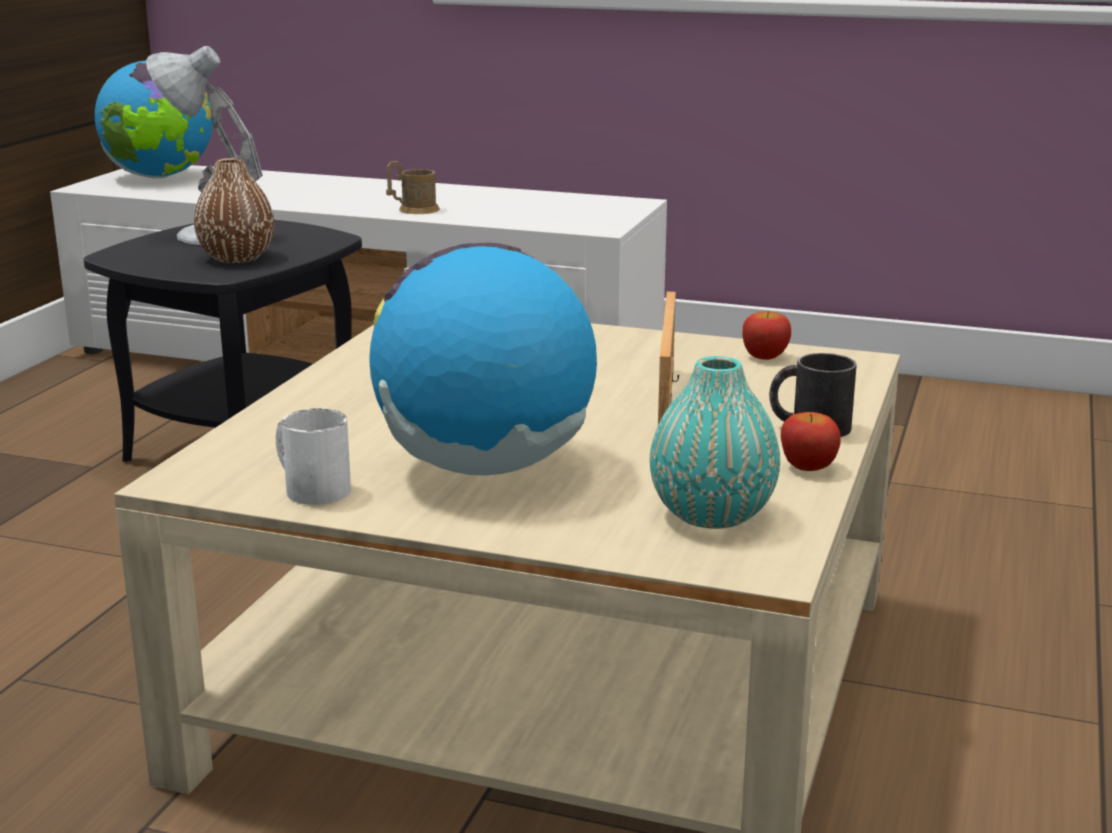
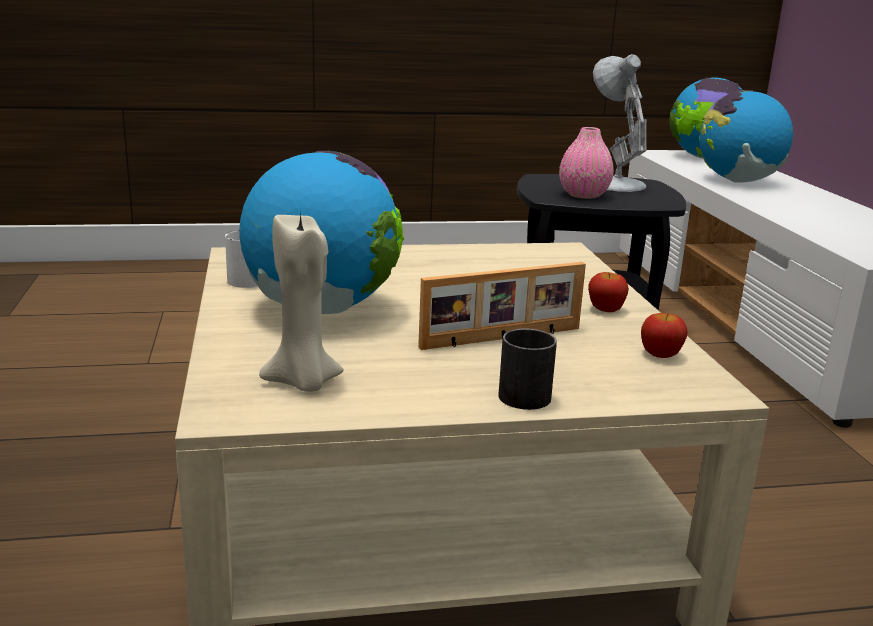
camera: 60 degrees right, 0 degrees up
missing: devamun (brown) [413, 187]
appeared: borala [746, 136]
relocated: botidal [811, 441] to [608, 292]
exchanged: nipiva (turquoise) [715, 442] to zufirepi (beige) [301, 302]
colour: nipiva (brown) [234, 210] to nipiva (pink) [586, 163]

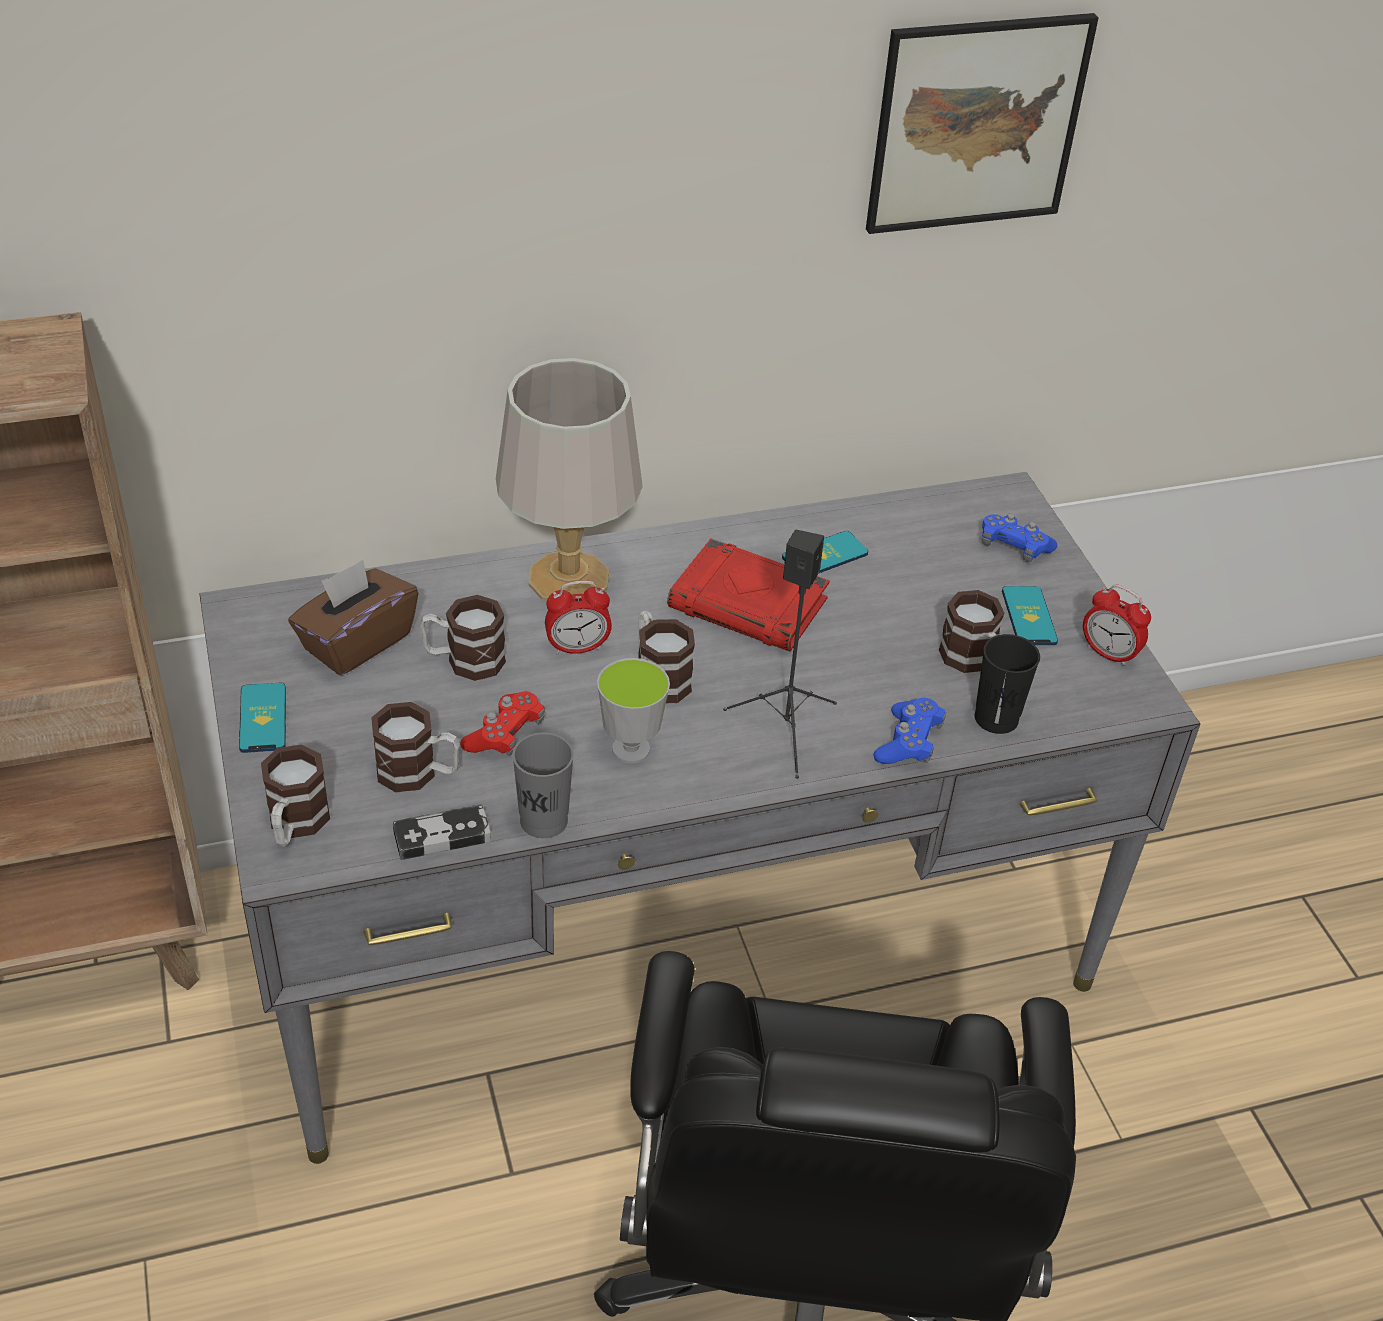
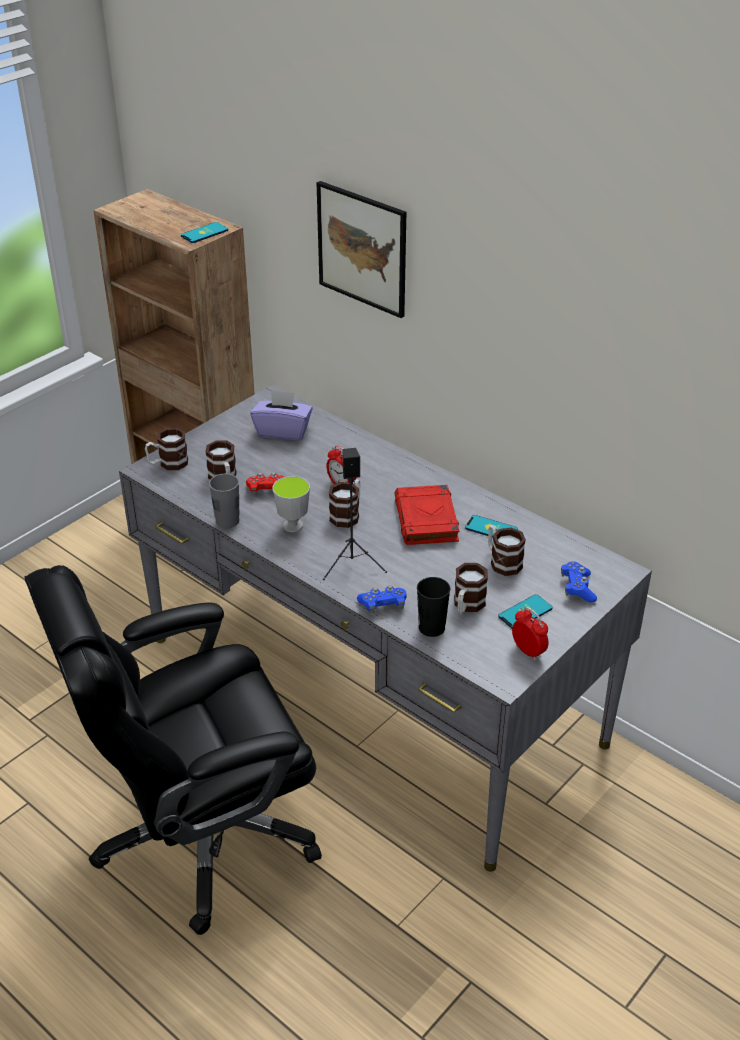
camera: 60 degrees right, 5 degrees down
missing: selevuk [442, 832]; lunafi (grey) [569, 479]
relocated: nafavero [262, 718] to [204, 232]; devamun [463, 638] to [507, 550]; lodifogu [982, 123] to [361, 249]
colour: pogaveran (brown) [353, 617] to pogaveran (purple) [281, 415]
spun: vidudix [1117, 625] = [530, 634] 135 degrees clockwise

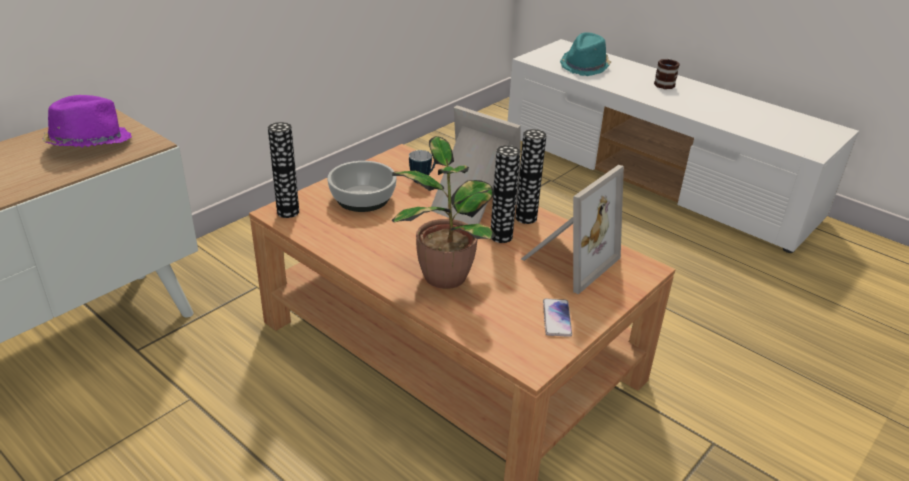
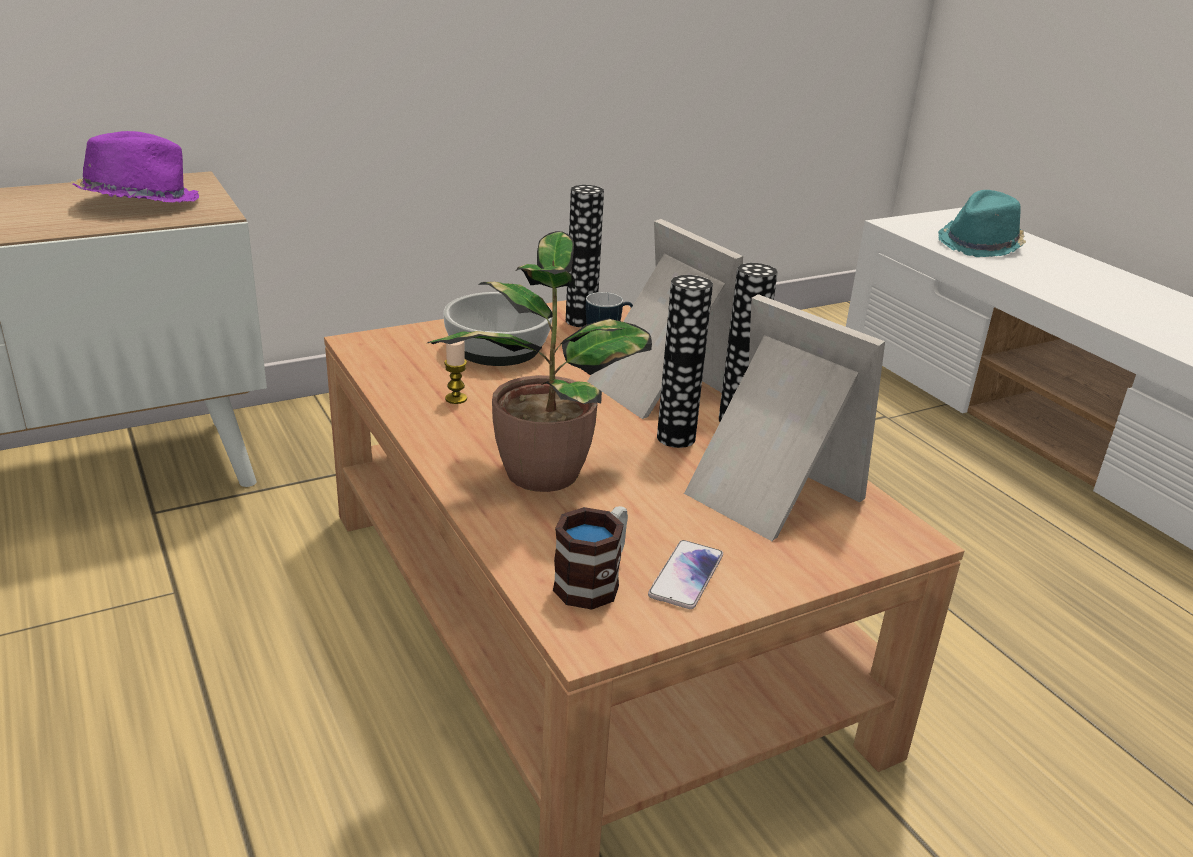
camera: 20 degrees right, 5 degrees down
appeared: zufirepi [455, 372]
relocated: nipiva [283, 170] to [585, 256]; devamun [667, 74] to [590, 558]
spun: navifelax [572, 229] = [784, 417] 105 degrees counterclockwise

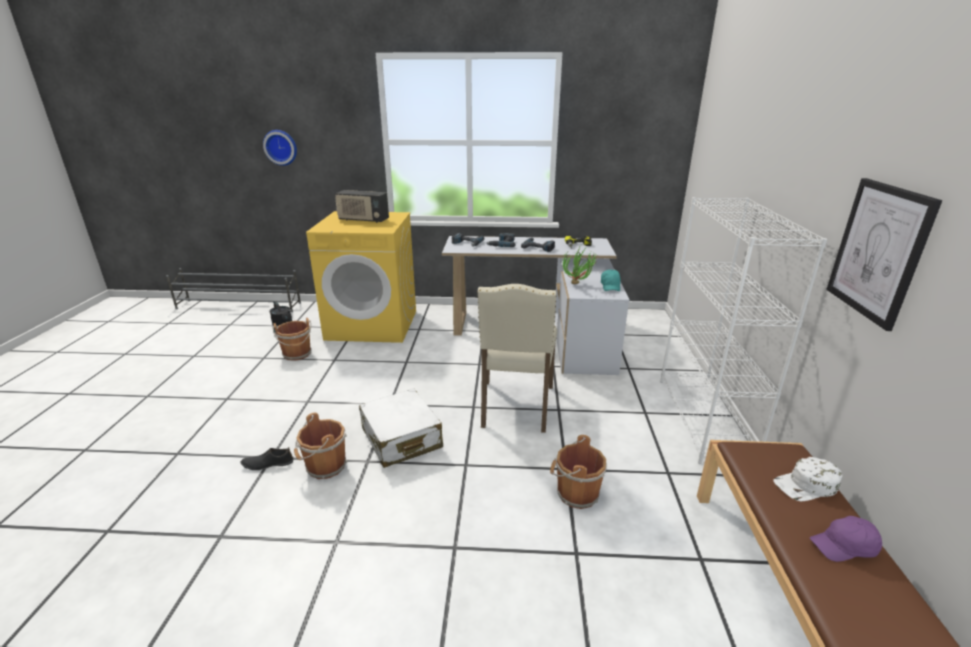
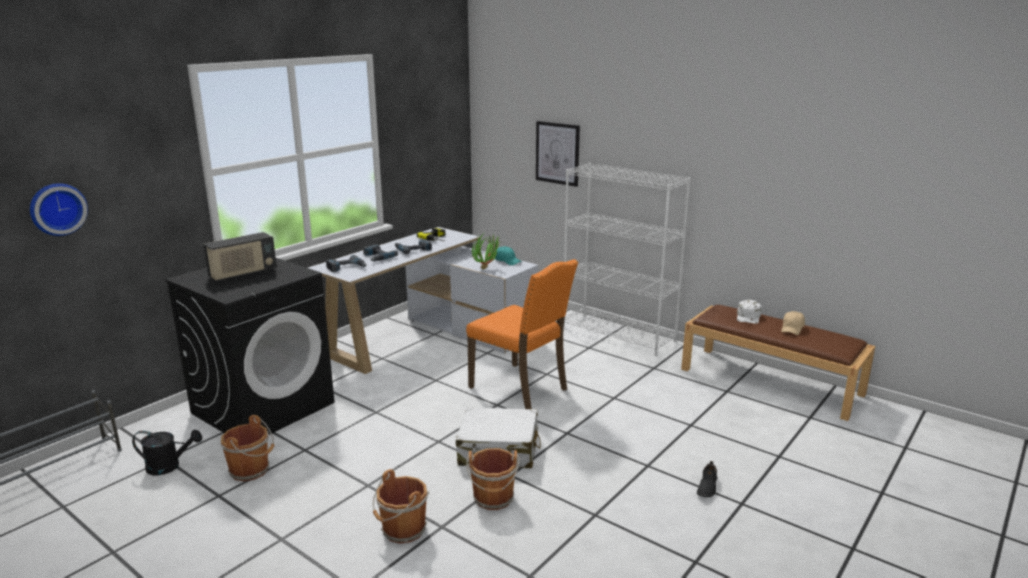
camera: 55 degrees left, 5 degrees down
relocated: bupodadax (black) [267, 458] to [707, 479]; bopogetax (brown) [578, 472] to [401, 506]; lodifogu [884, 254] to [558, 154]
colour: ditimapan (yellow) [361, 277] to ditimapan (black) [250, 346]; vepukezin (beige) [517, 358] to vepukezin (orange) [522, 334]; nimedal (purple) [846, 539] to nimedal (beige) [793, 323]

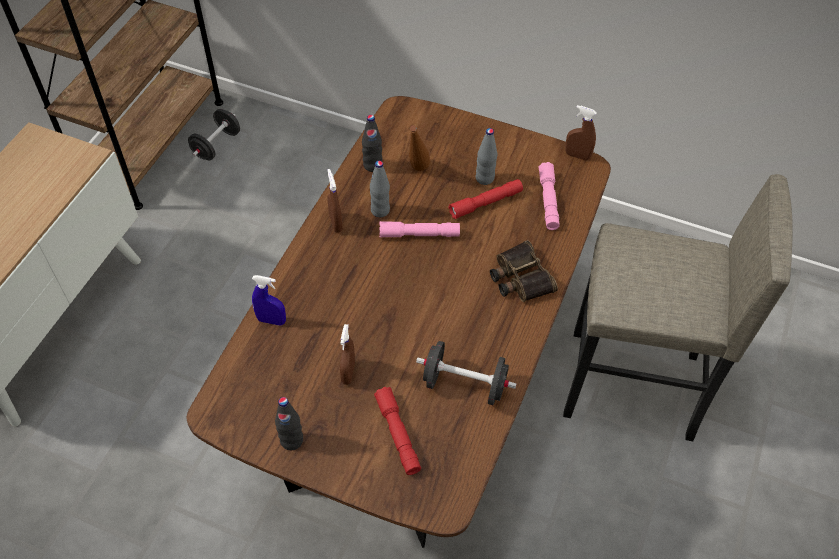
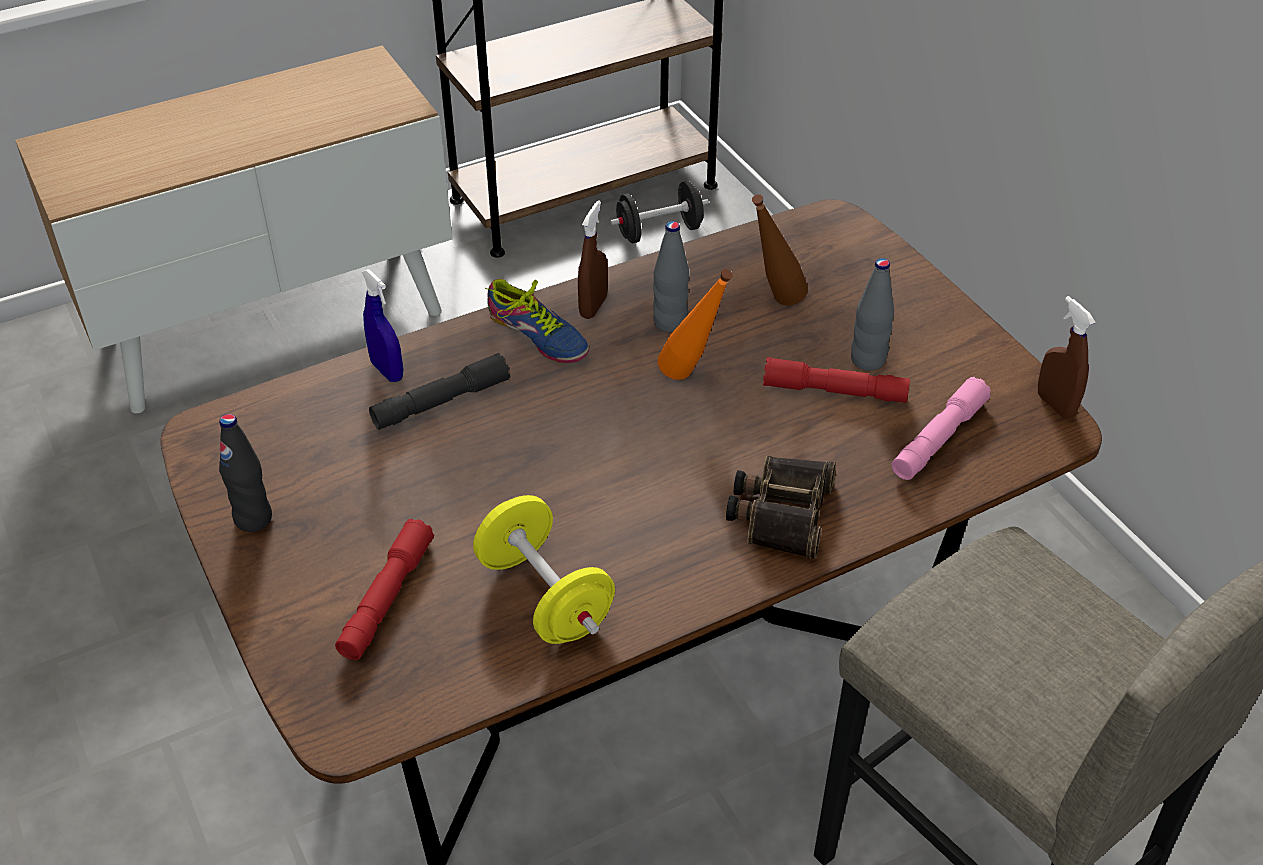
camera: 40 degrees right, 10 degrees down
missing: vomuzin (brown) [347, 354]; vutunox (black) [372, 143]
appeared: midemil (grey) [439, 391]; bupodadax [537, 321]
exchanged: midemil (pink) [419, 229] to vutunox (orange) [695, 324]
colour: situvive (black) [466, 373] to situvive (yellow) [544, 569]

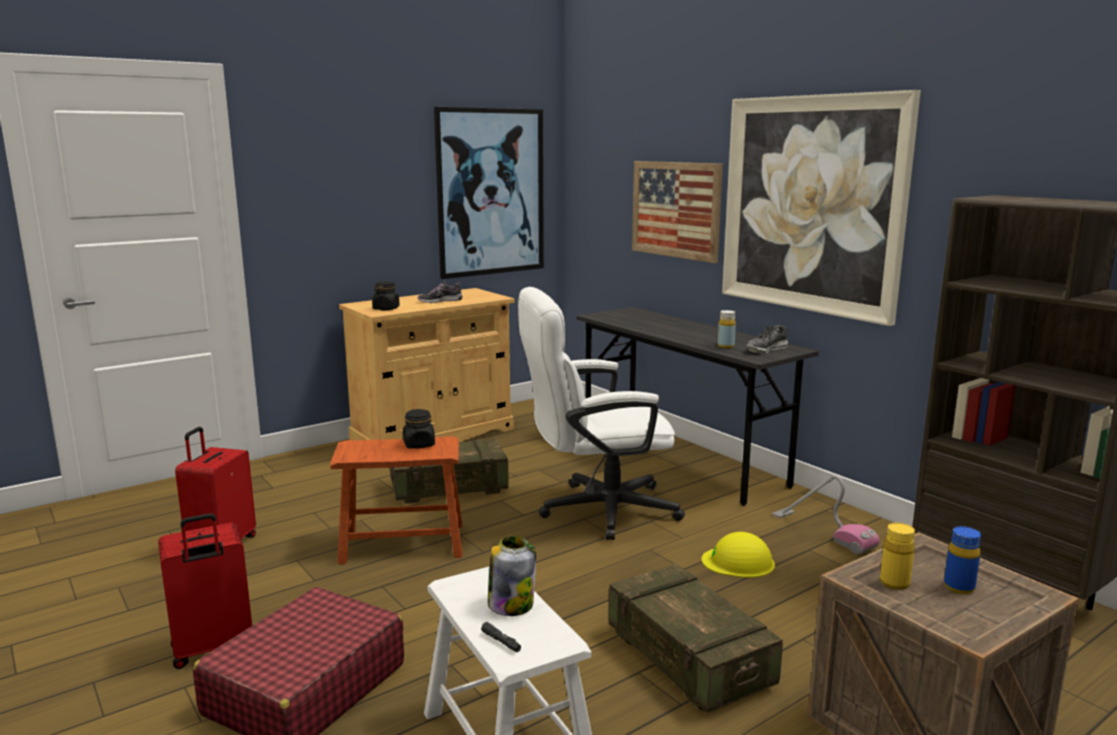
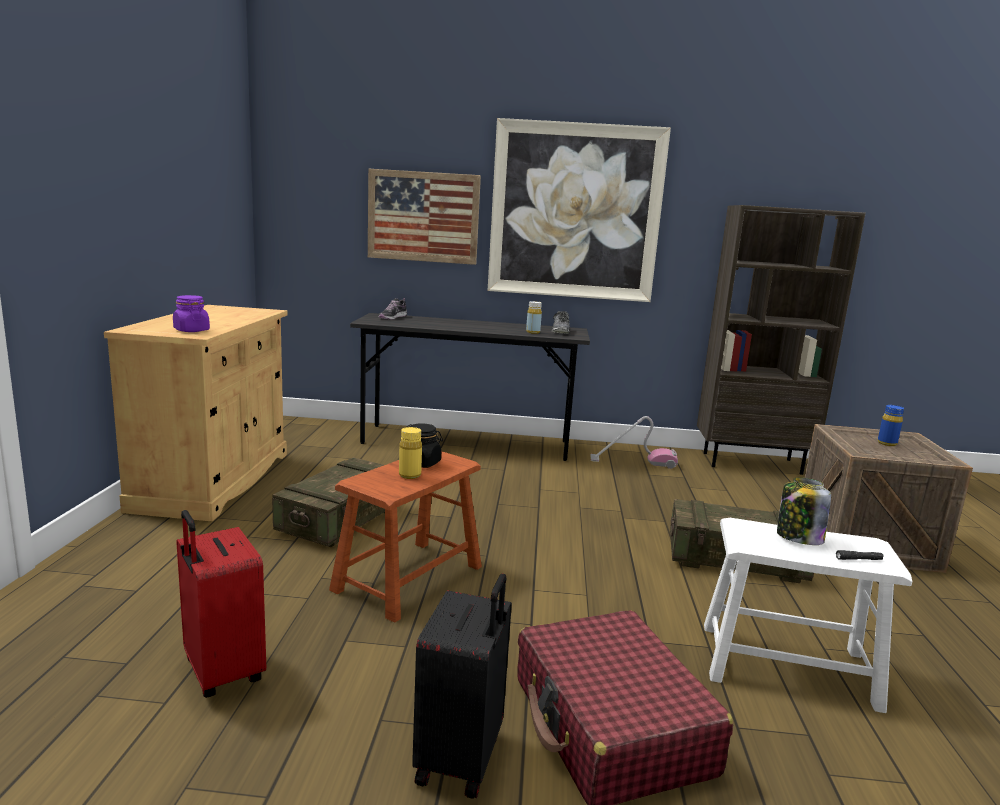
camera: 50 degrees left, 0 degrees up
missing: lodifogu [489, 193]; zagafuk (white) [601, 413]; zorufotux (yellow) [738, 555]
relocated: bupodadax [440, 292] to [393, 309]; vutunox (yellow) [897, 556] to [410, 453]
colour: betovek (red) [205, 591] to betovek (black) [462, 686]; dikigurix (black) [386, 295] to dikigurix (purple) [191, 313]

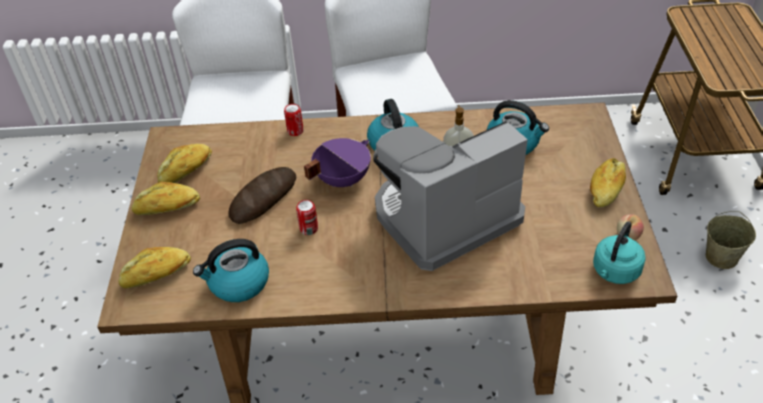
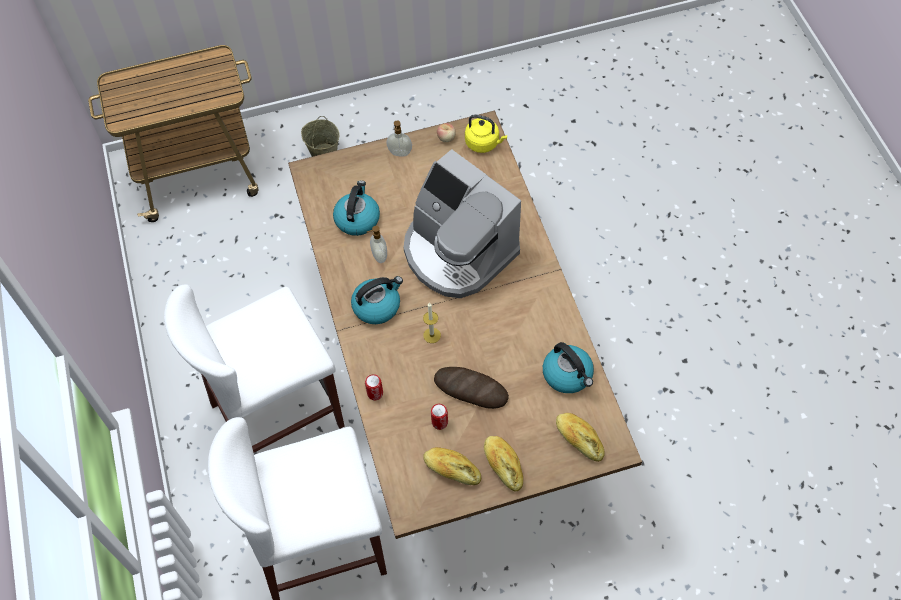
camera: 105 degrees left, 15 degrees up
relocated: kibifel [307, 217] to [439, 417]
exchanged: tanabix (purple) [337, 162] to zufirepi [432, 322]; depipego [608, 182] to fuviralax [399, 139]
colour: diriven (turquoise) [619, 252] to diriven (yellow) [486, 134]

